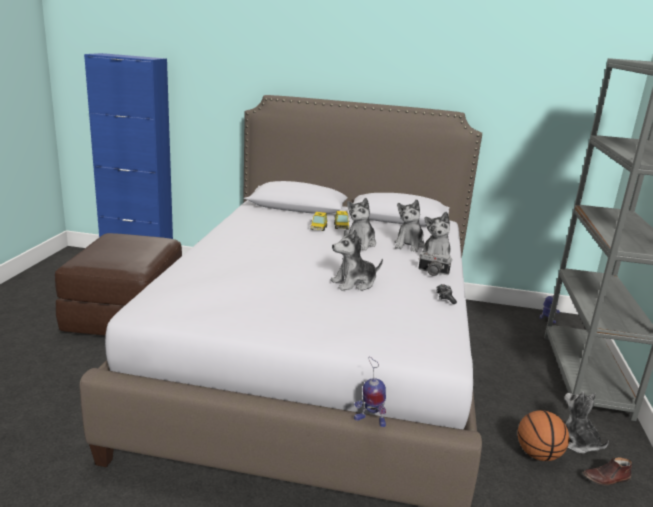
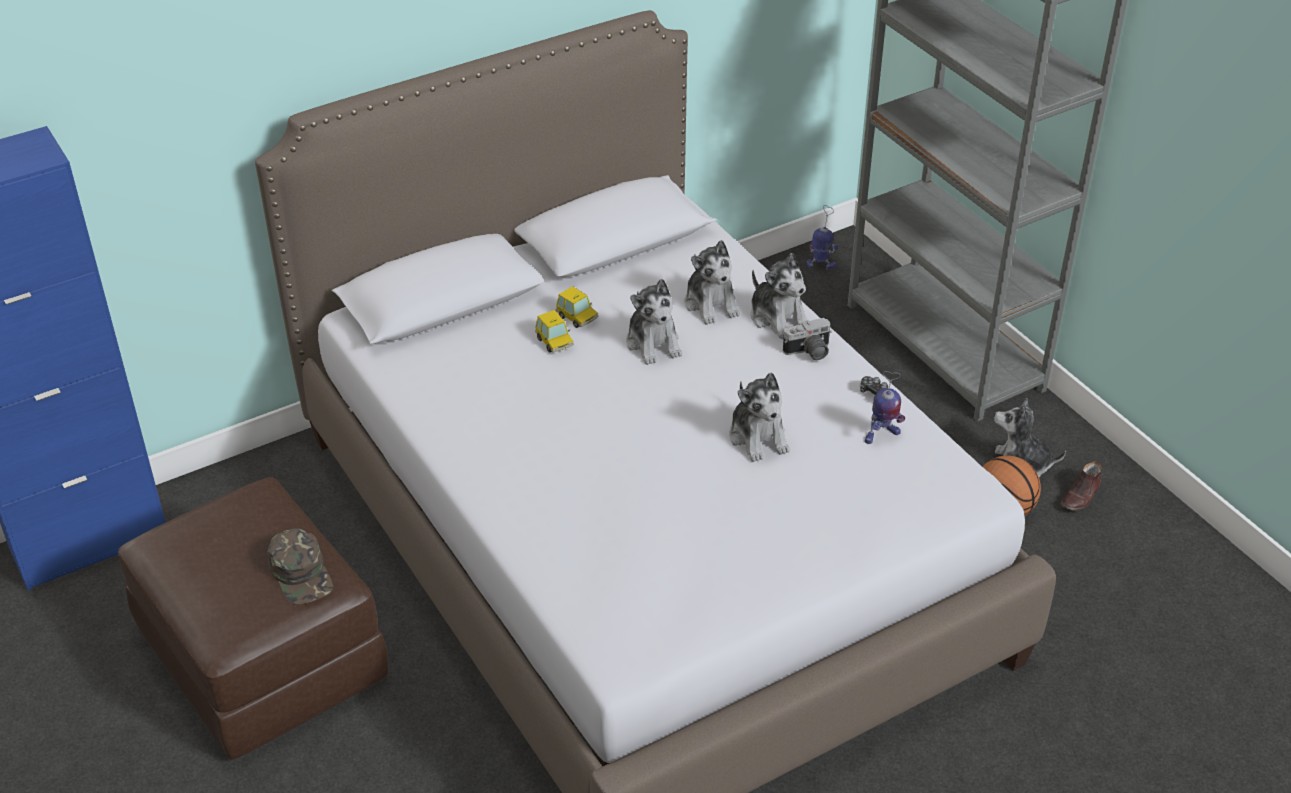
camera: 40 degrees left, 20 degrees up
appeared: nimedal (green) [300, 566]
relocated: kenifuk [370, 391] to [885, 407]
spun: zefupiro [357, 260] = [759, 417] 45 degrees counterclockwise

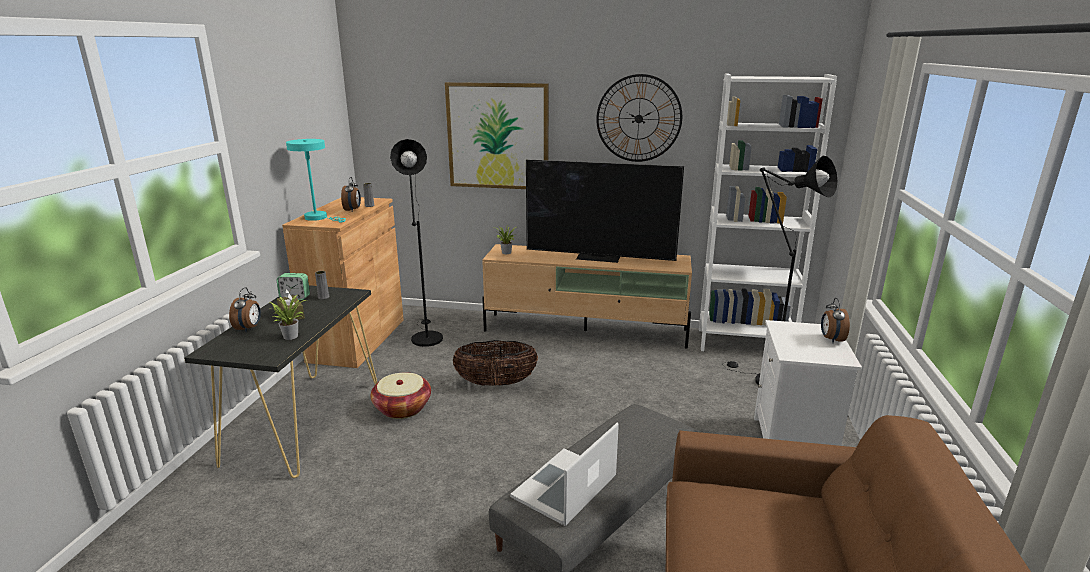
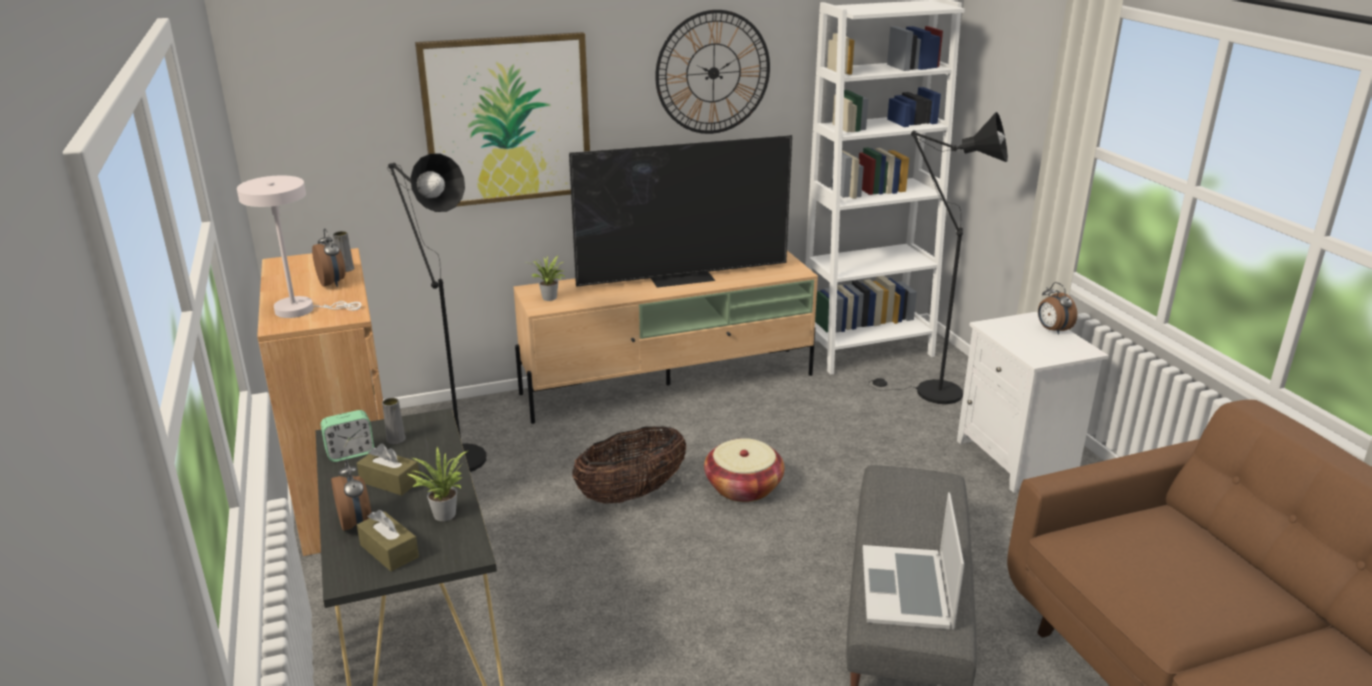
camera: 30 degrees left, 5 degrees up
appeared: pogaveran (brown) [388, 541]
relocated: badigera [401, 396] to [744, 470]
colour: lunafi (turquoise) [316, 180] to lunafi (white) [299, 246]

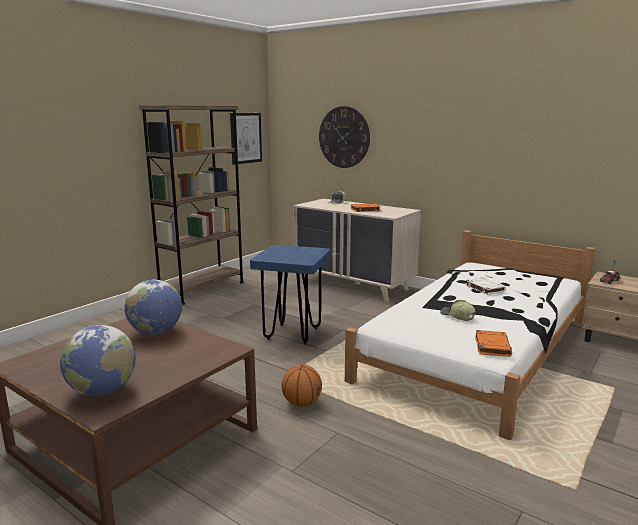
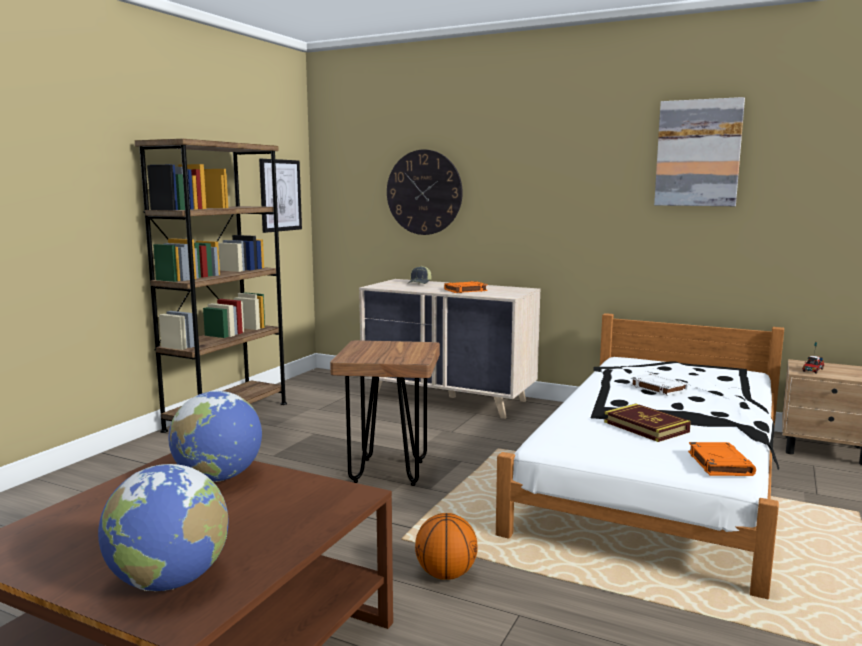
camera: 10 degrees left, 5 degrees down
appeared: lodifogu [699, 151]
exchanged: nimedal [458, 310] to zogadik [647, 423]
colour: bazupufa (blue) [290, 295] to bazupufa (brown) [385, 413]

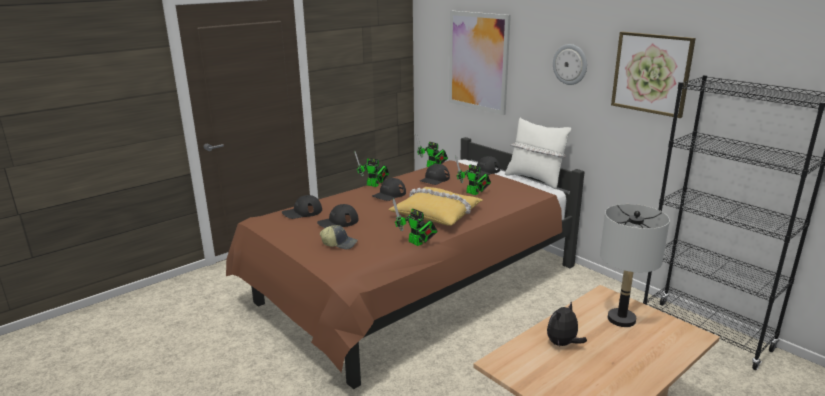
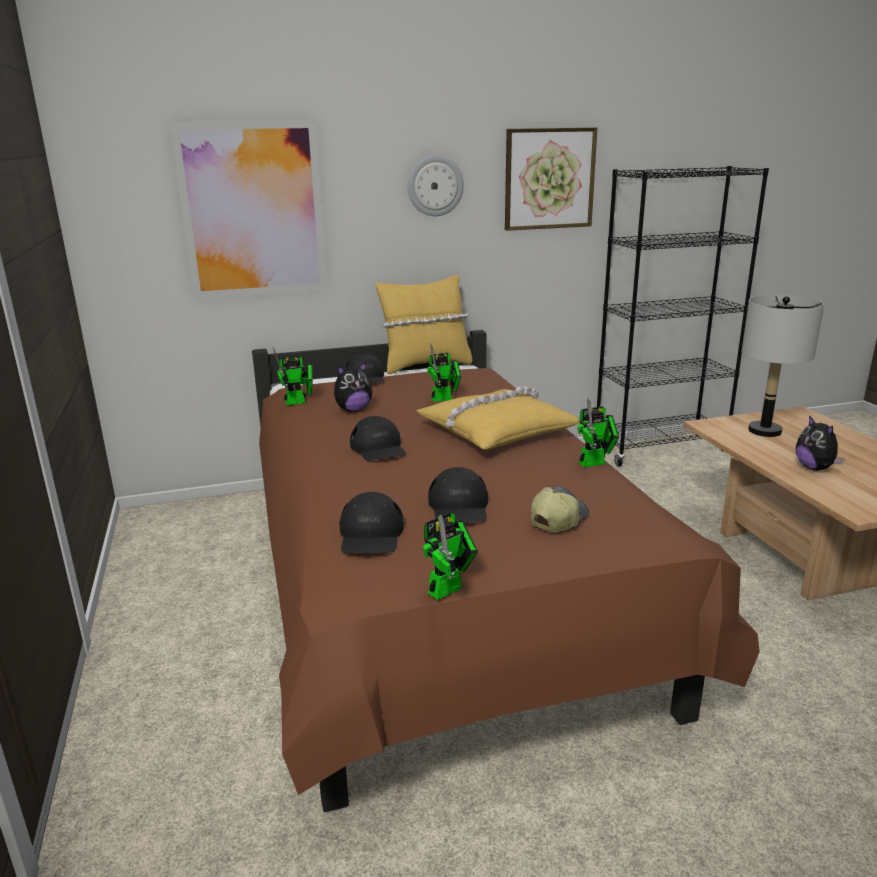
camera: 65 degrees left, 0 degrees up
relocated: kenifuk [371, 169] to [450, 556]
exchanged: nimedal (black) [435, 174] to zefupiro [353, 386]
colour: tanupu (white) [538, 153] to tanupu (yellow) [424, 325]

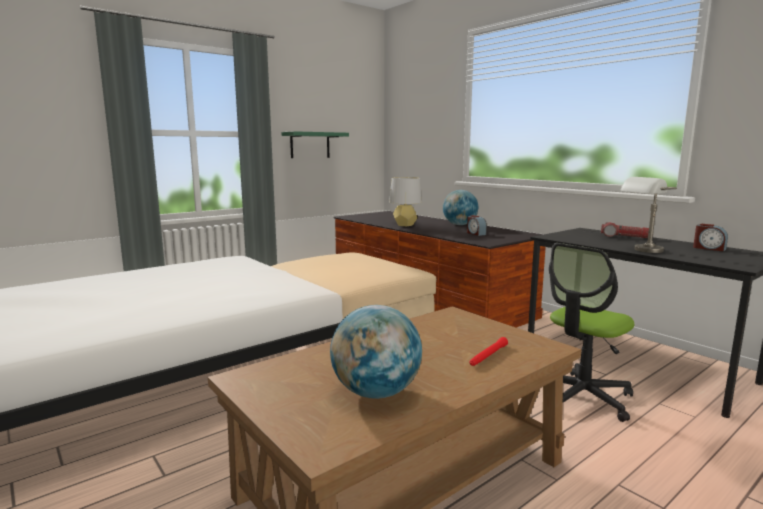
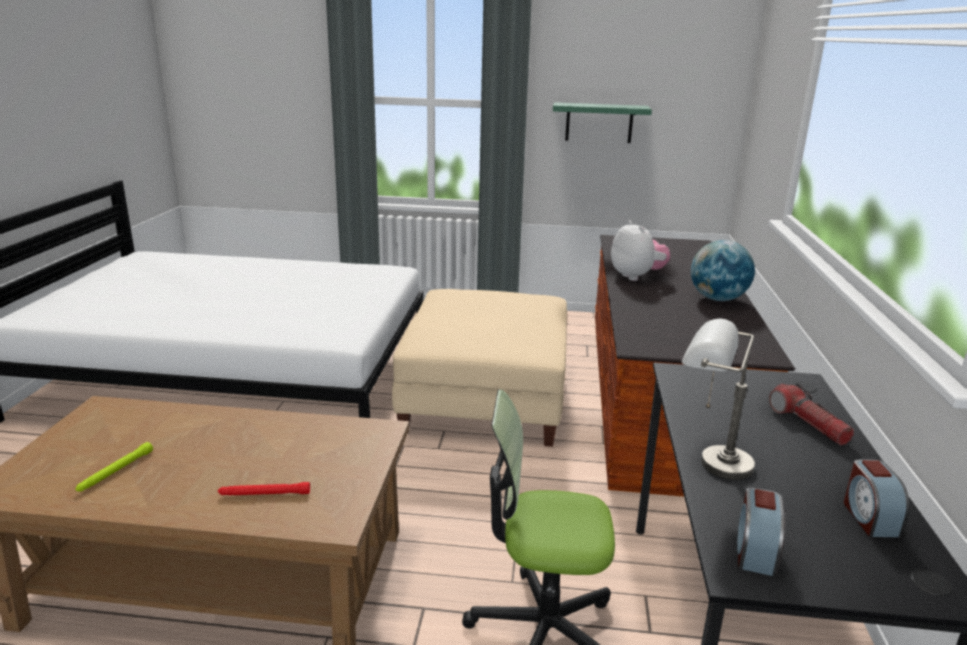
camera: 45 degrees right, 10 degrees up
relocated: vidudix [477, 225] to [761, 532]
exchanged: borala [376, 352] to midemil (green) [114, 467]; lunafi (grey) [405, 201] to zefupiro [640, 250]

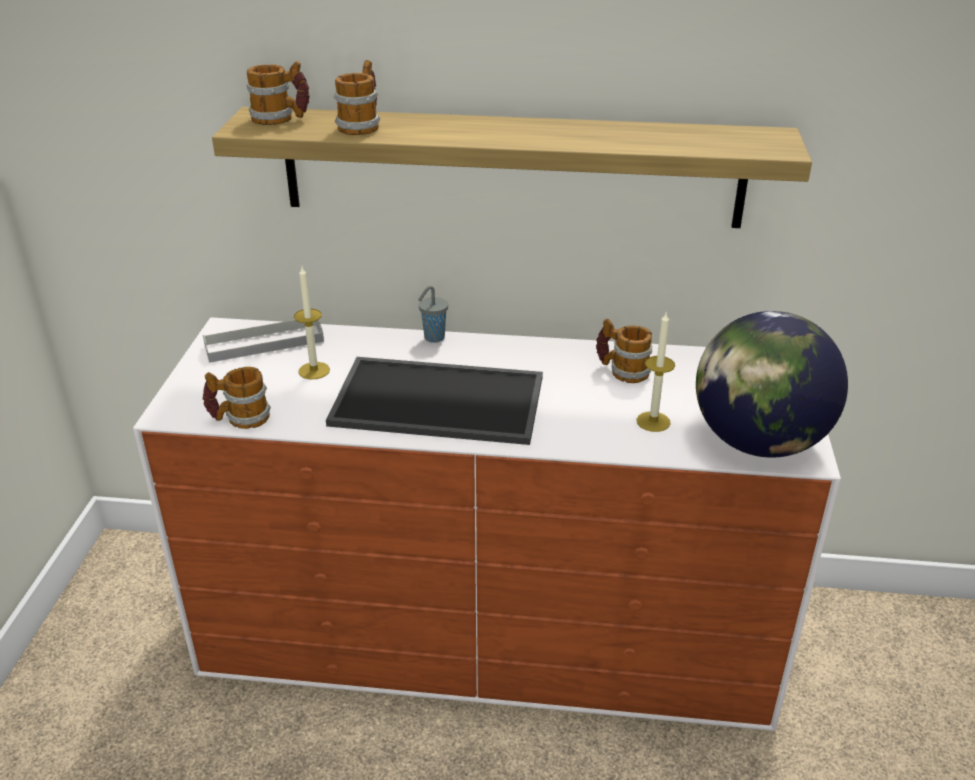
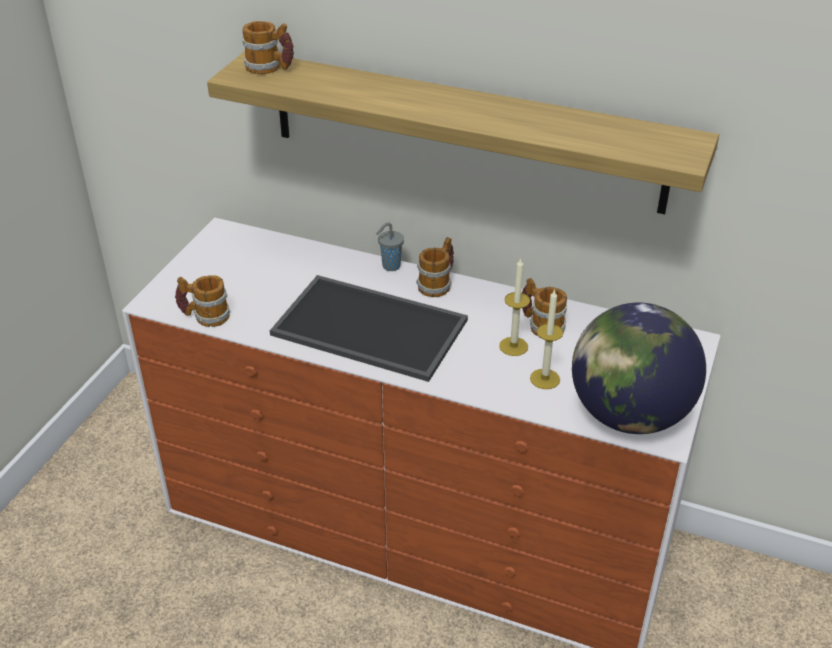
camera: 15 degrees right, 5 degrees up
missing: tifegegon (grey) [263, 341]
relocated: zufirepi [312, 323] to [514, 307]; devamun [356, 97] to [435, 267]

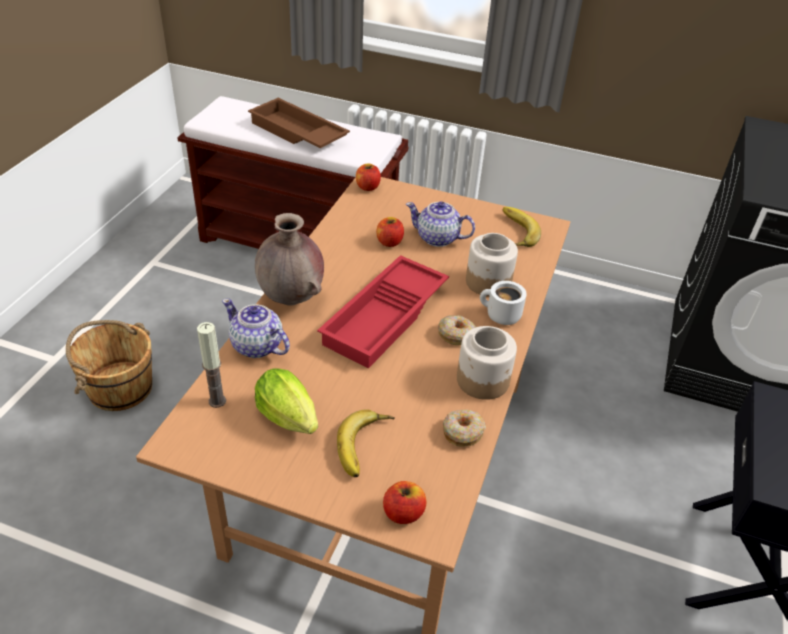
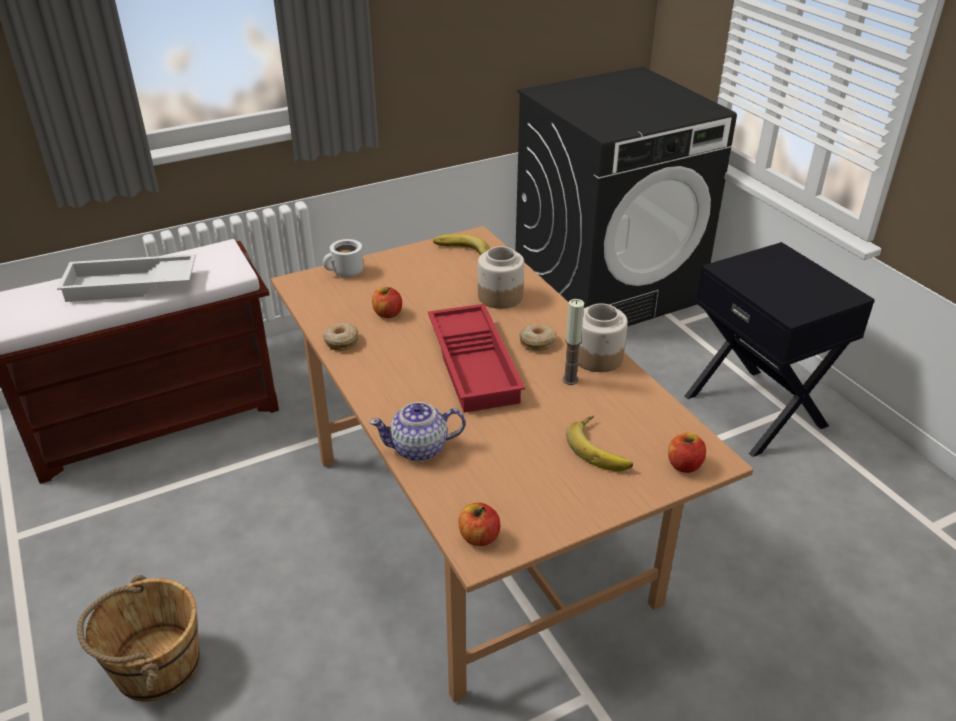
camera: 45 degrees left, 5 degrees down
missing: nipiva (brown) [289, 259]; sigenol [286, 401]; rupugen [440, 224]
relocated: zufirepi [211, 365] to [573, 342]; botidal [368, 177] to [479, 524]; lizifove [464, 428] to [341, 337]; devamun (white) [503, 303] to [343, 258]
colour: tifegegon (brown) [299, 123] to tifegegon (white) [126, 278]

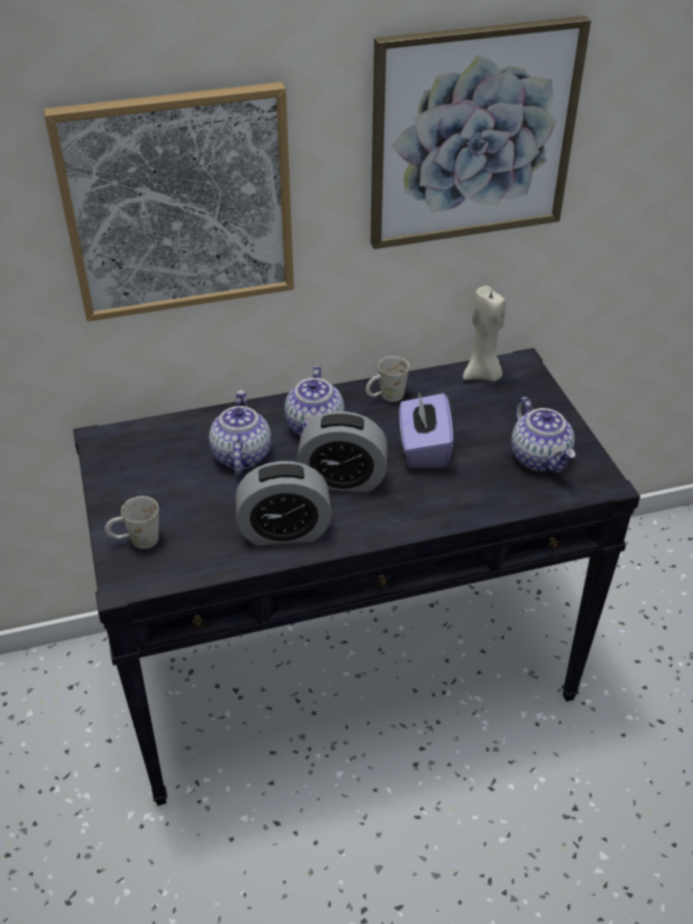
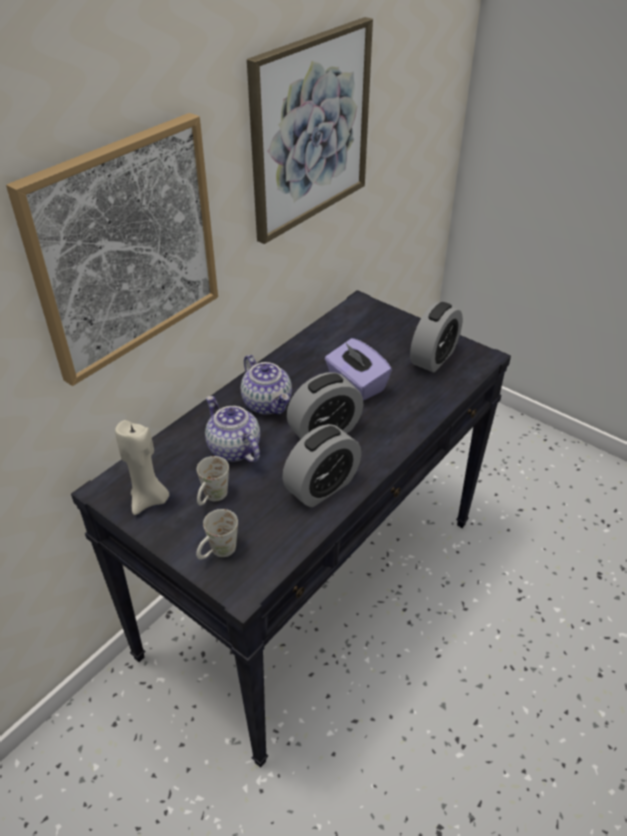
camera: 35 degrees left, 0 degrees up
relocated: devamun (white) [388, 379] to [213, 481]; zufirepi (beige) [484, 334] to [142, 467]
exchanged: rupugen [543, 435] to vidudix [436, 337]

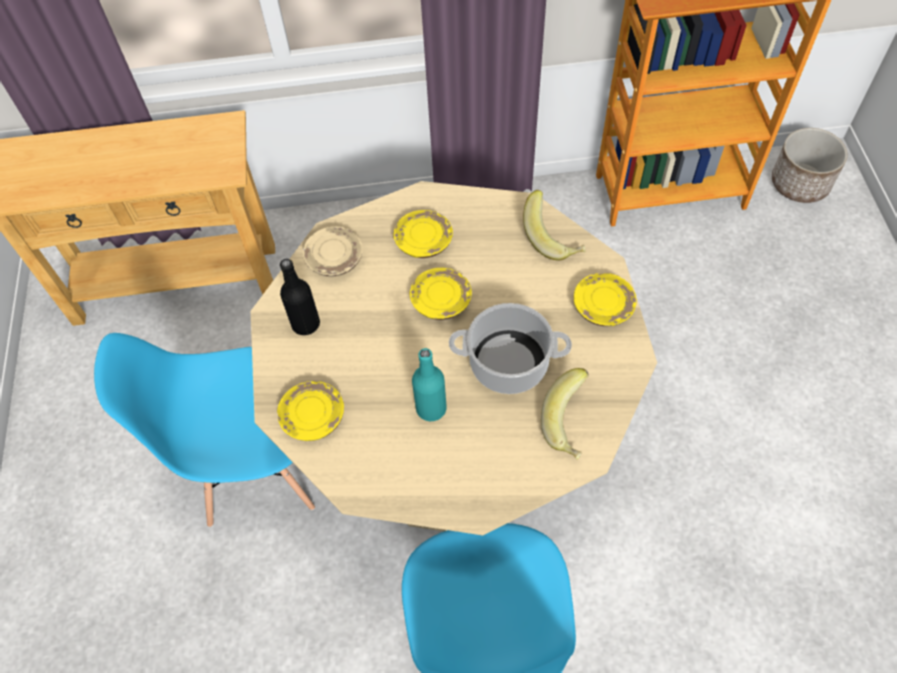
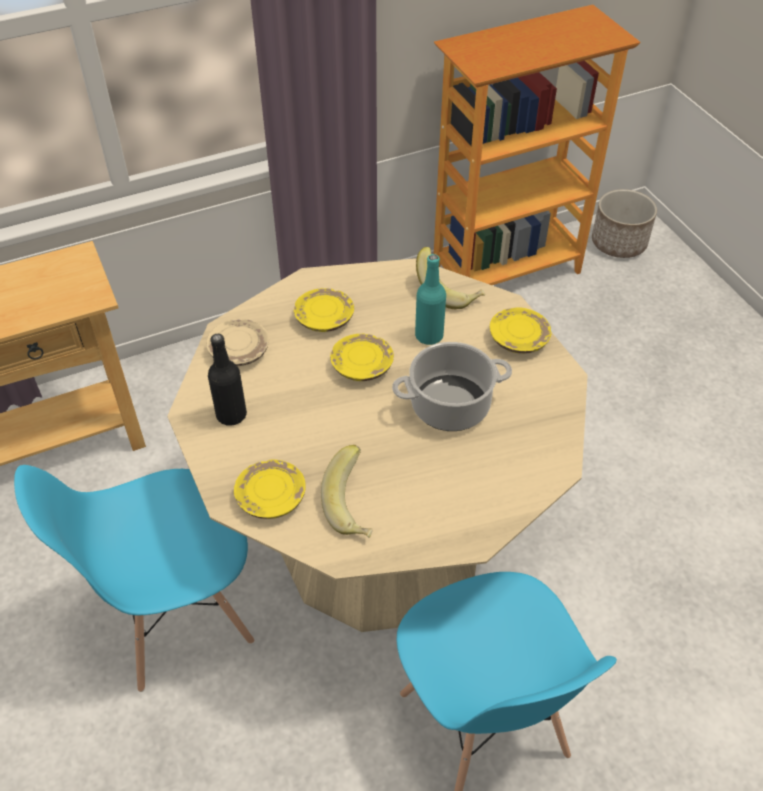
camera: 20 degrees left, 10 degrees down
relocated: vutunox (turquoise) [429, 384] to [430, 299]; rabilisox [565, 414] to [346, 491]

